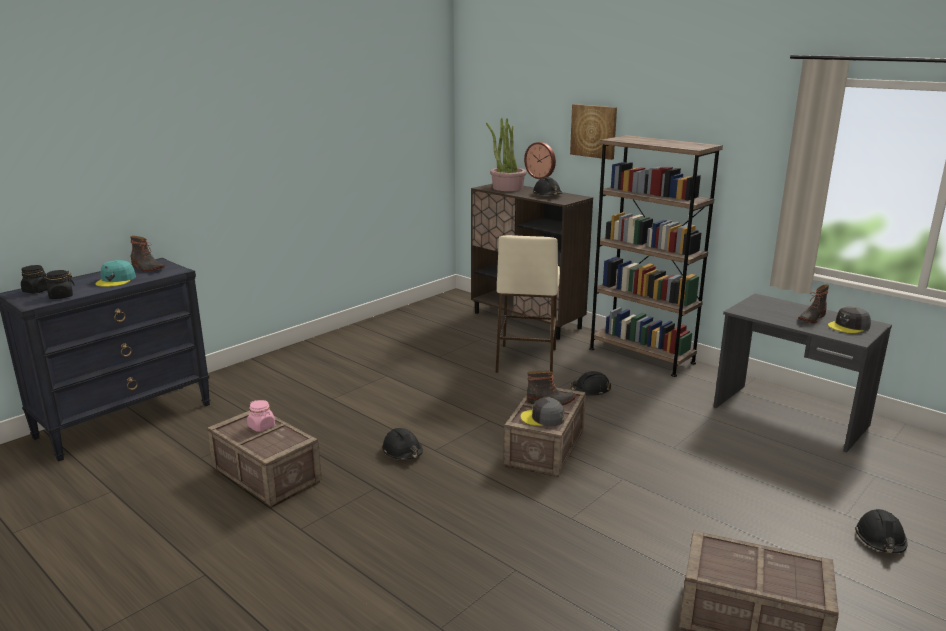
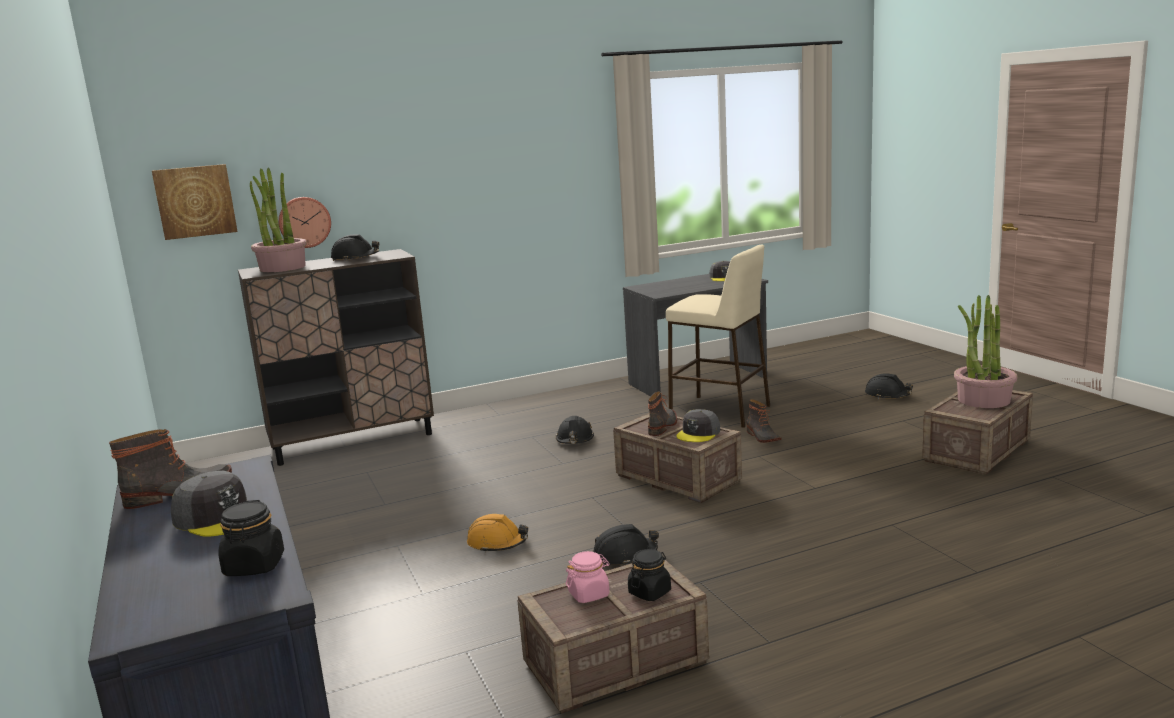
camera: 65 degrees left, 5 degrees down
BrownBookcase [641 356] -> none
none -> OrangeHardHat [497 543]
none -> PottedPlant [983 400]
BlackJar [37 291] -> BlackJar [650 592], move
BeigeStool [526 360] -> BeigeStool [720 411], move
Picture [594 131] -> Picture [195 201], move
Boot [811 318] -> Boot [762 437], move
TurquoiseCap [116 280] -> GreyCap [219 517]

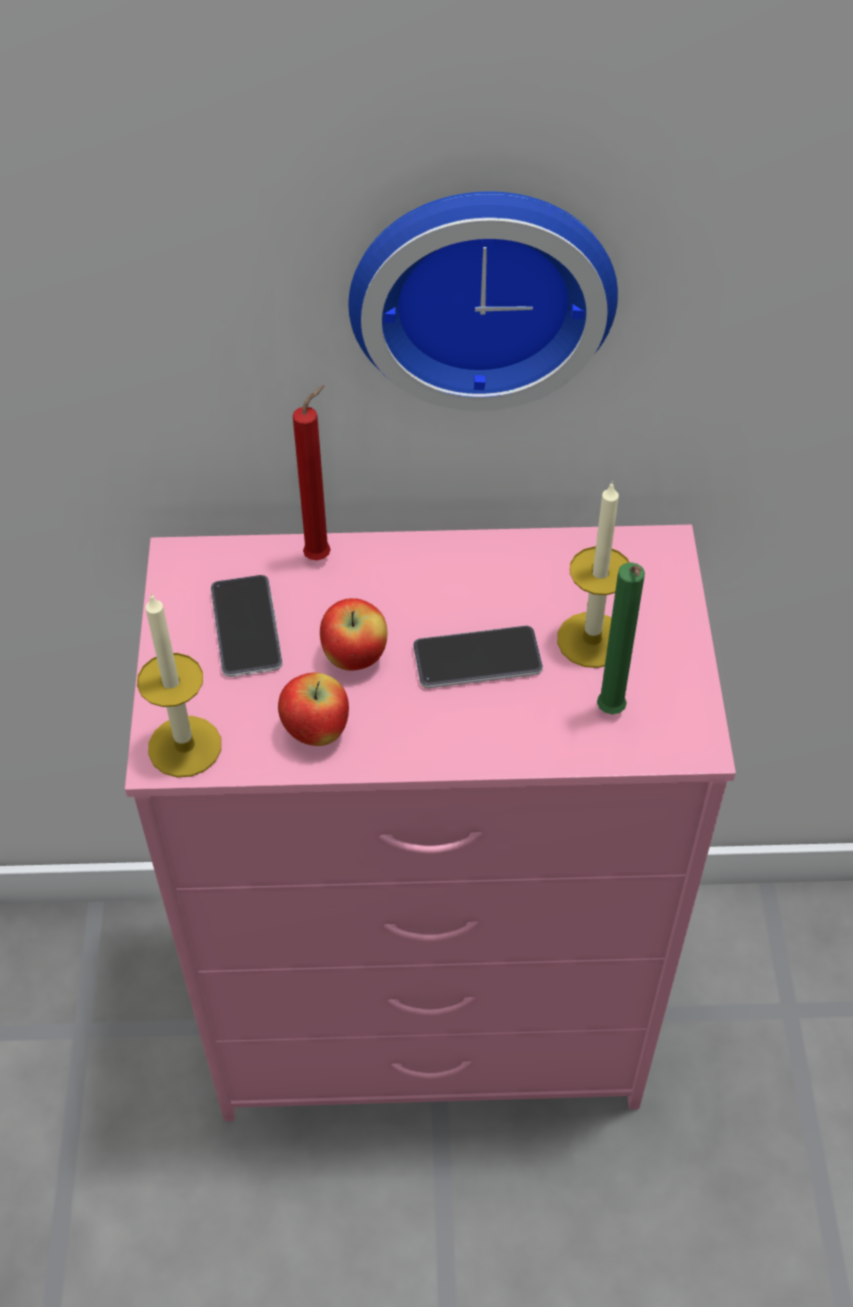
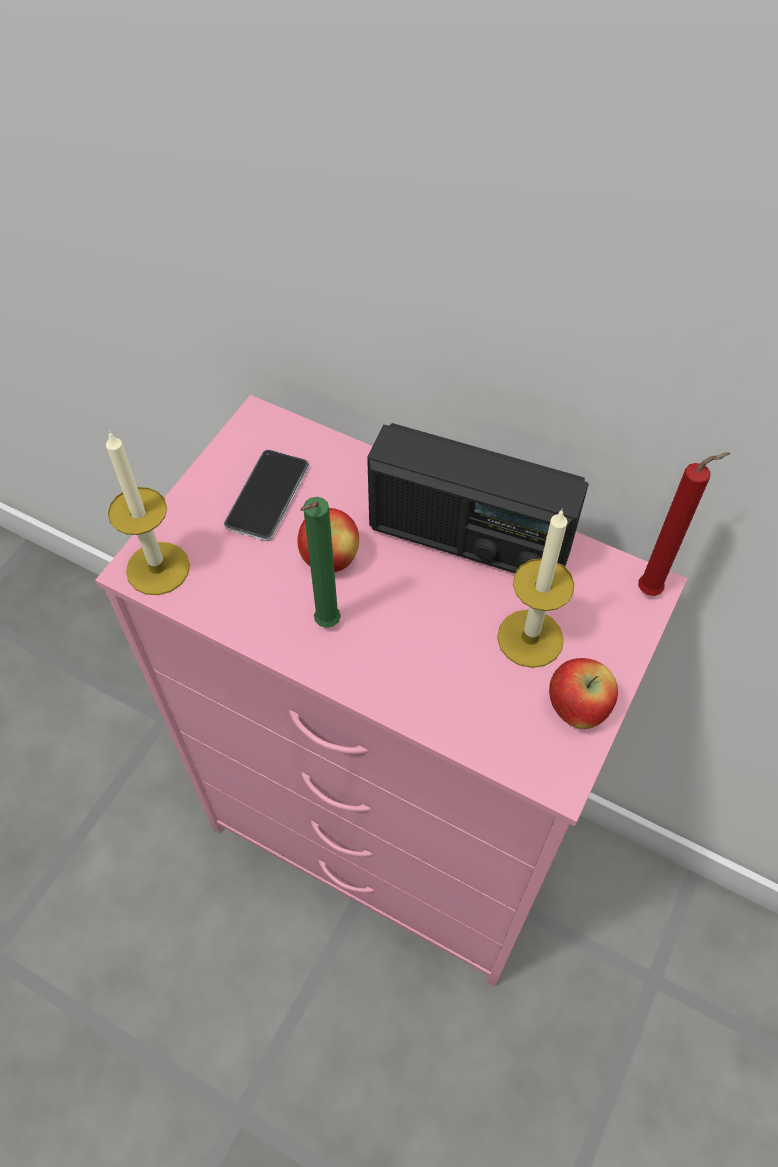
camera: 30 degrees right, 5 degrees up
WallClock [481 288] -> none
Phone [477 658] -> none
none -> Radio [468 539]
Apple [316 731] -> Apple [576 709], move
RedCandle [321 555] -> RedCandle [653 590], move
GreenCandle [610 714] -> GreenCandle [325 625], move

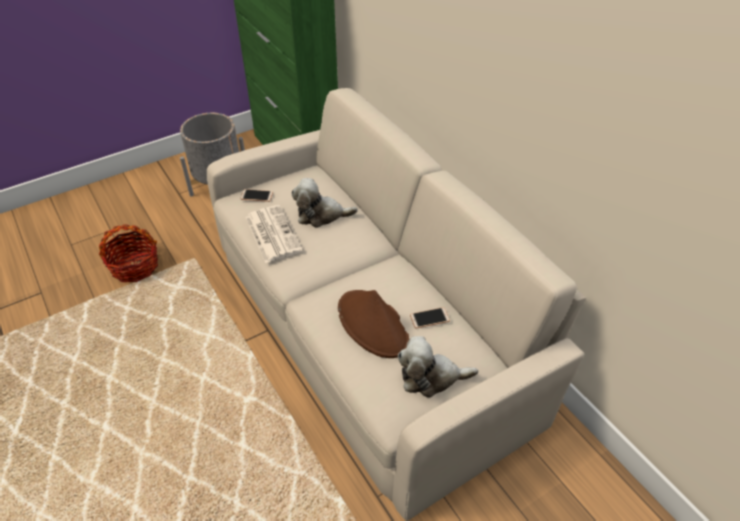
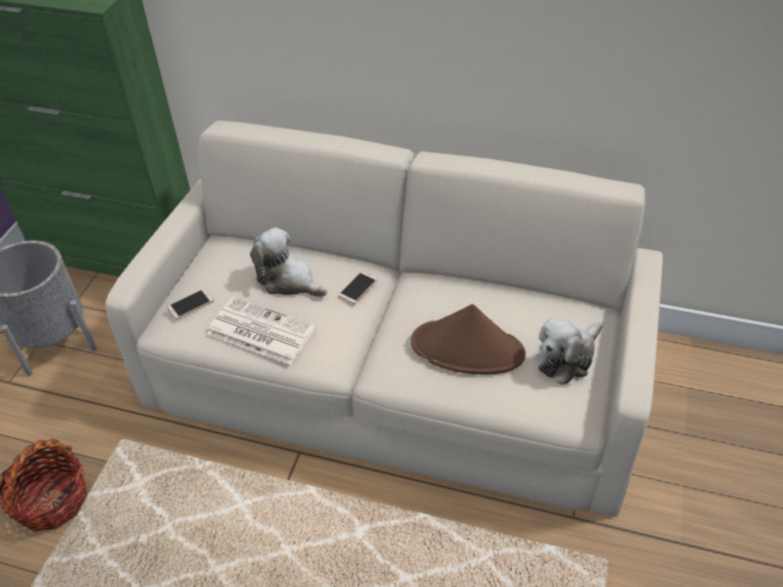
camera: 40 degrees left, 0 degrees up
Phone [429 318] -> Phone [358 288], move
PlushToy [321 215] -> PlushToy [288 280], 75 degrees clockwise

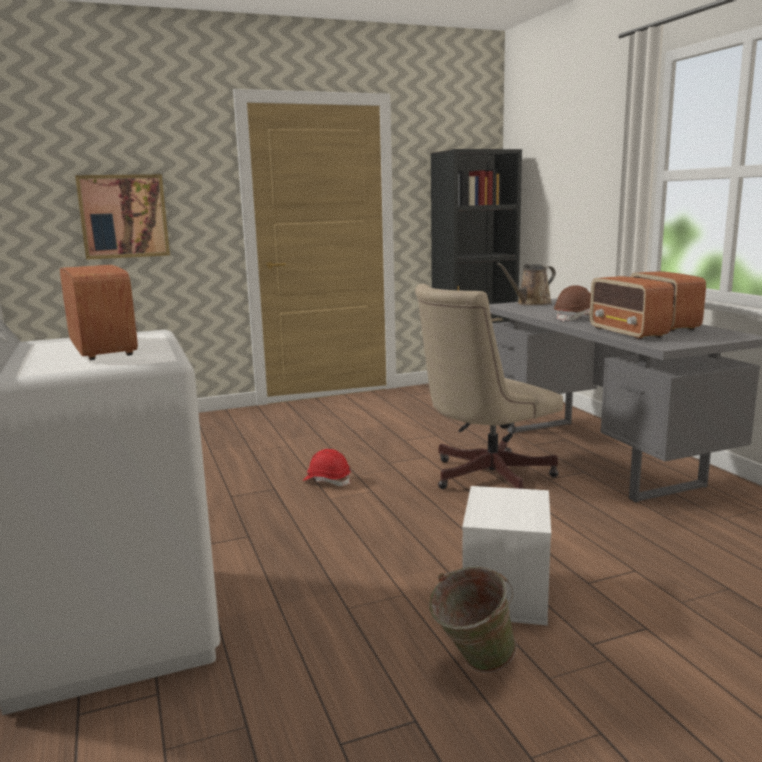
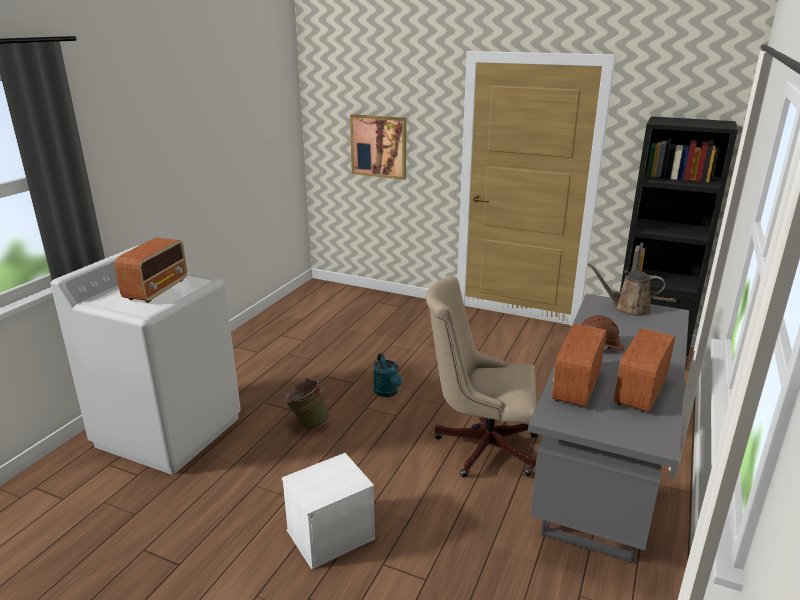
camera: 45 degrees right, 10 degrees up
GreenBucket [472 665] -> GreenBucket [307 424], move
RedHardHat [327 481] -> TurquoiseWateringCan [388 392]

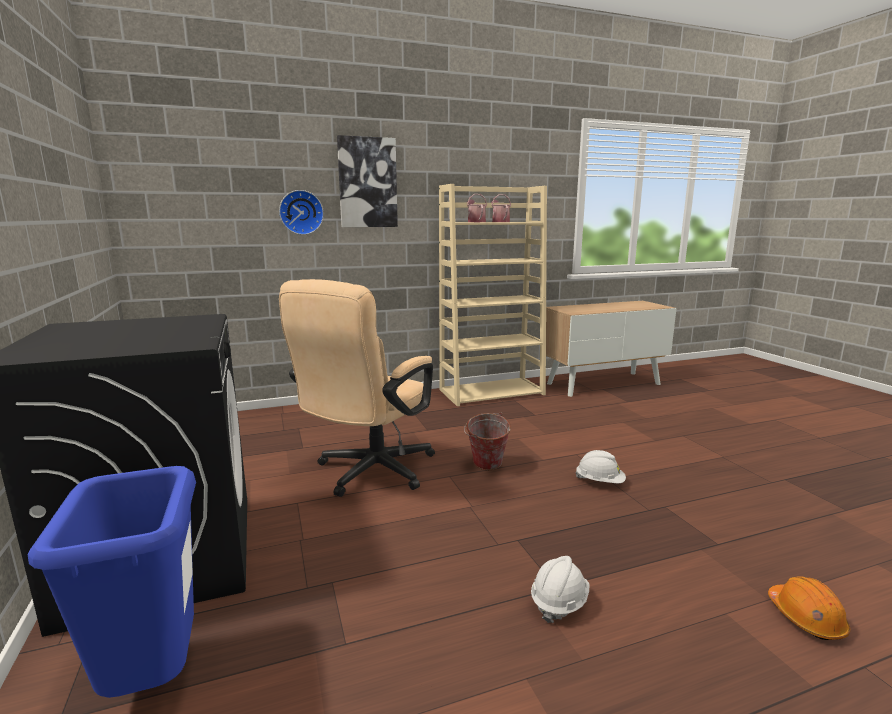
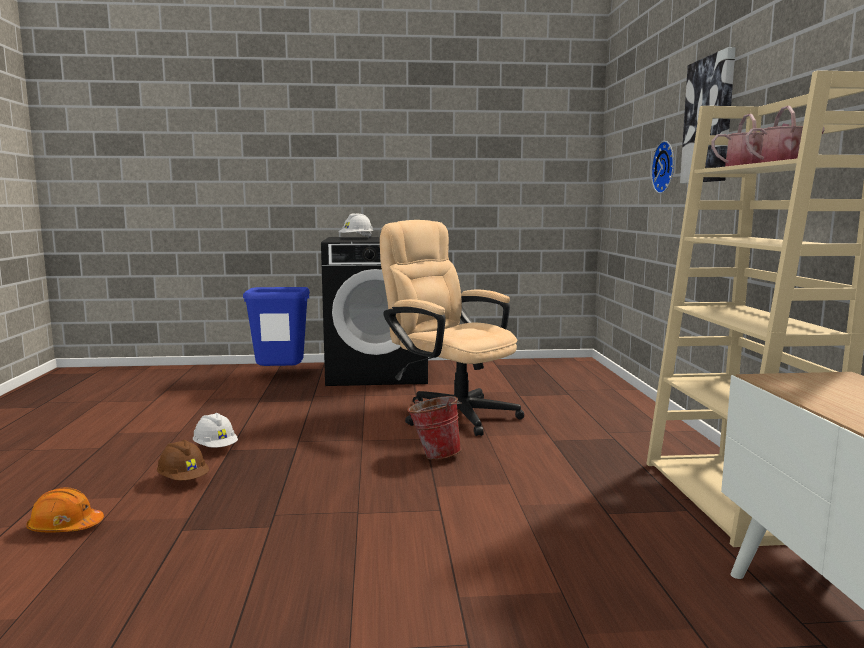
camera: 105 degrees right, 5 degrees down
none -> BrownHardHat [183 479]
WhiteHardHat [600 482] -> WhiteHardHat [356 239], move

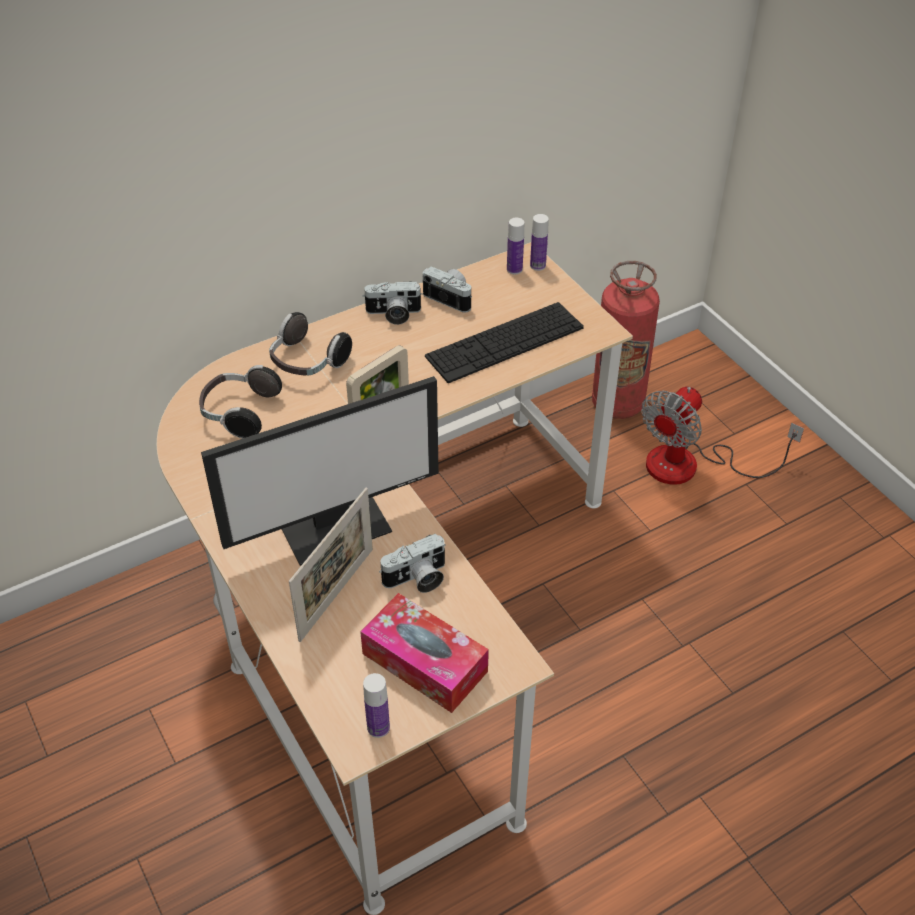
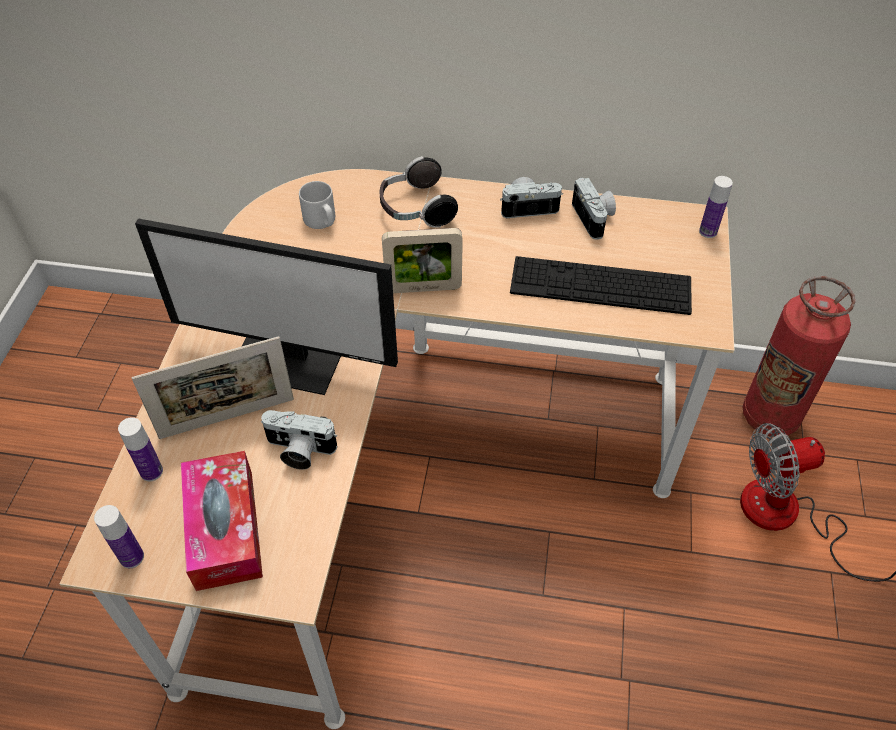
camera: 40 degrees right, 5 degrees up
Bottle [514 269] -> Bottle [151 472], move
Headphones [239 413] -> GreyMug [321 221]
PhotoCamera [393 314] -> PhotoCamera [528 206], 135 degrees clockwise

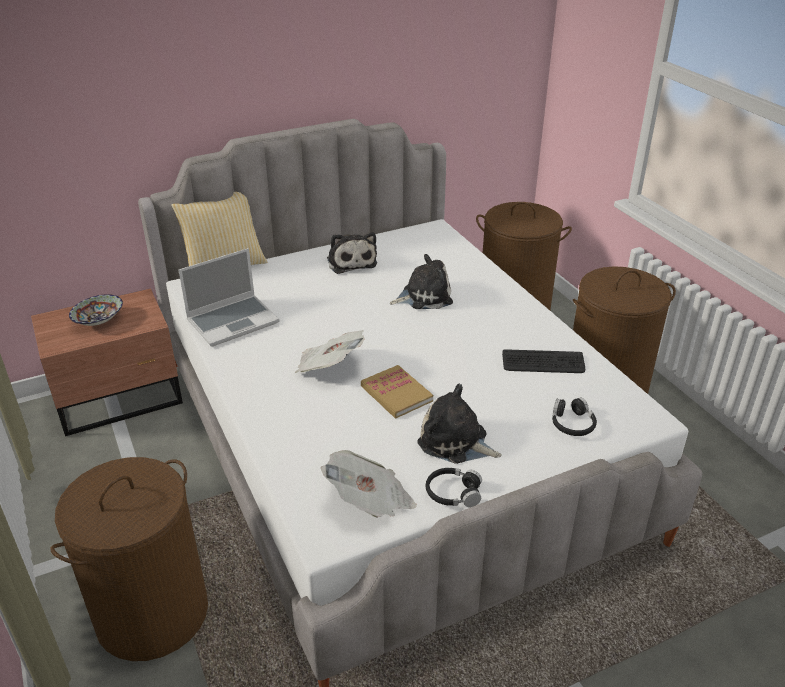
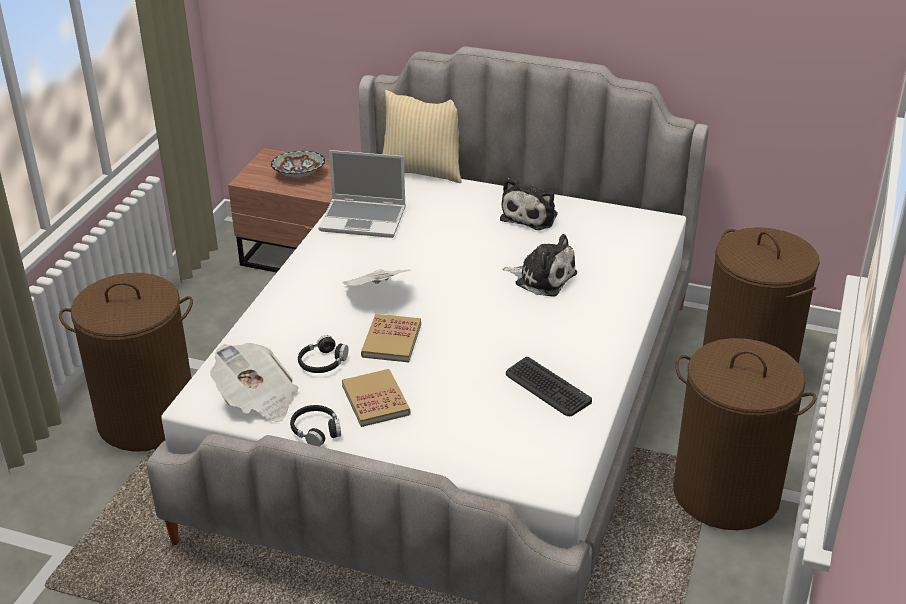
camera: 45 degrees right, 0 degrees up
BlackHeadphones [572 424] -> BlackHeadphones [322 362], move
PlushToy [456 442] -> Book [375 400]

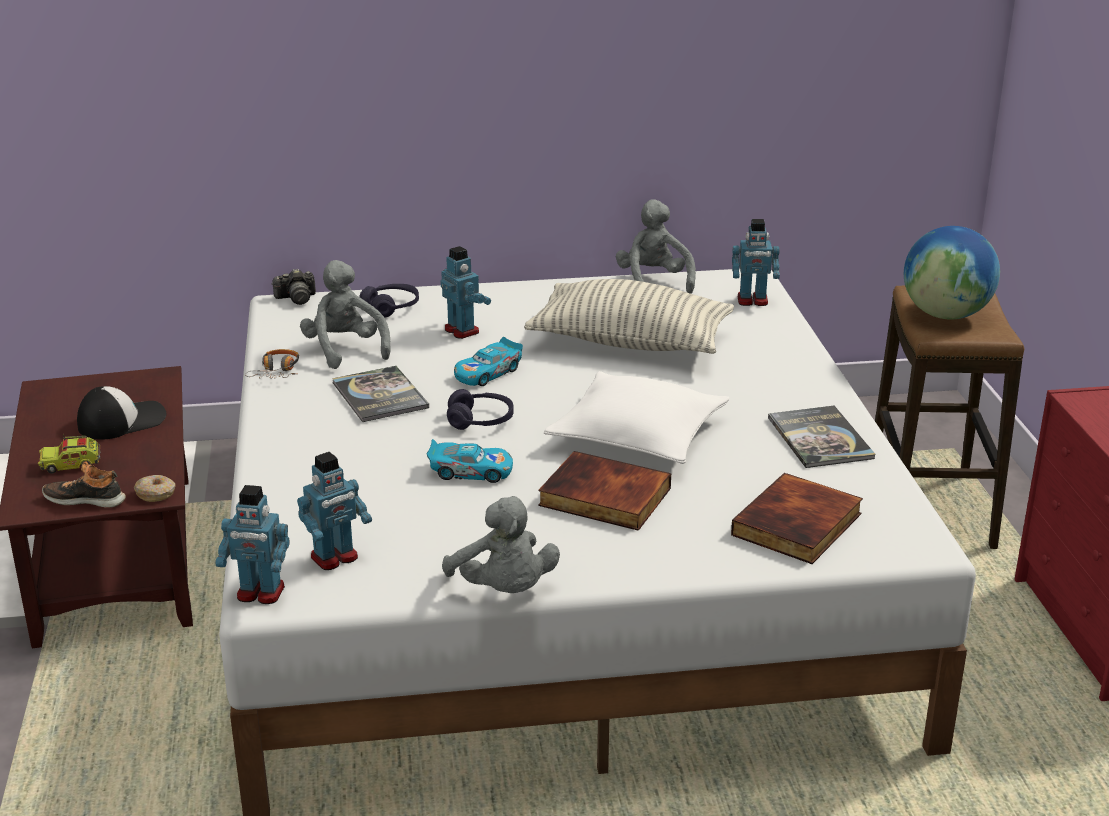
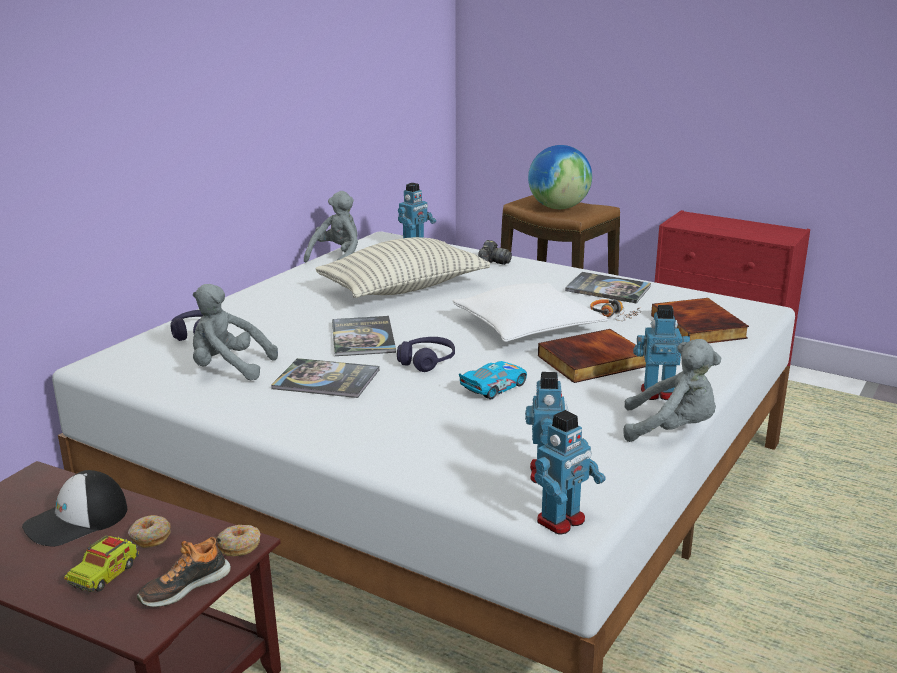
camera: 50 degrees left, 5 degrees down
none -> Donut [150 537]
Headphones [277 371] -> Headphones [614 315], move
PhotoCamera [296 298] -> PhotoCamera [493 263], move
ToyRobot [462 330] -> ToyRobot [658 393], move
ToyCar [487 373] -> Book [363 337]
Cap [122 421] -> Cap [76 520], 135 degrees counterclockwise
GreyPlushToy [653 282] -> GreyPlushToy [337 258], 90 degrees clockwise

